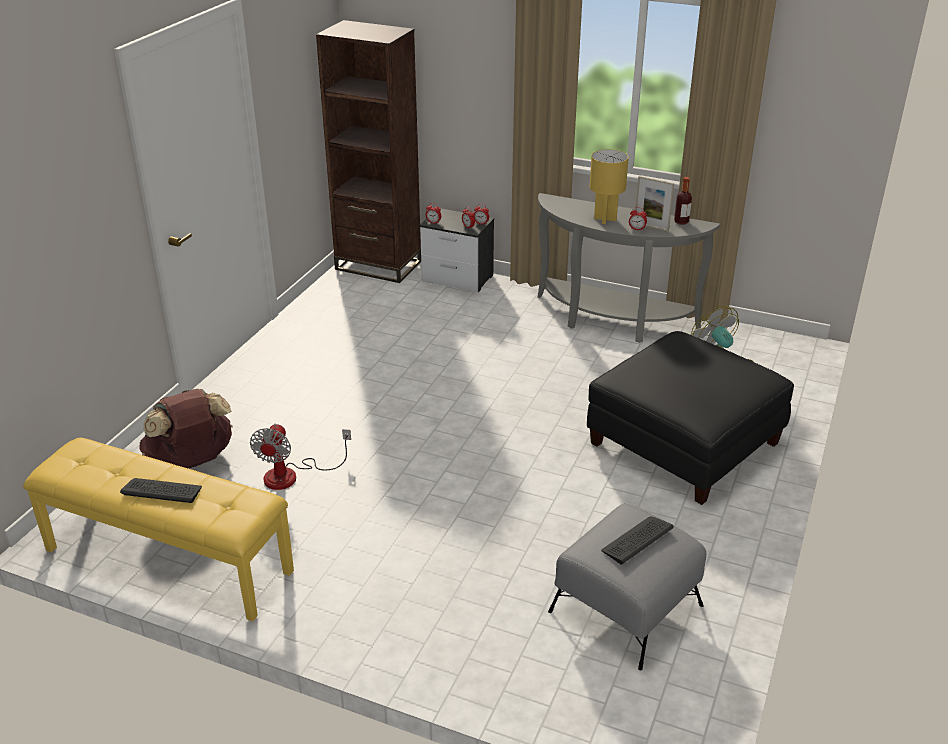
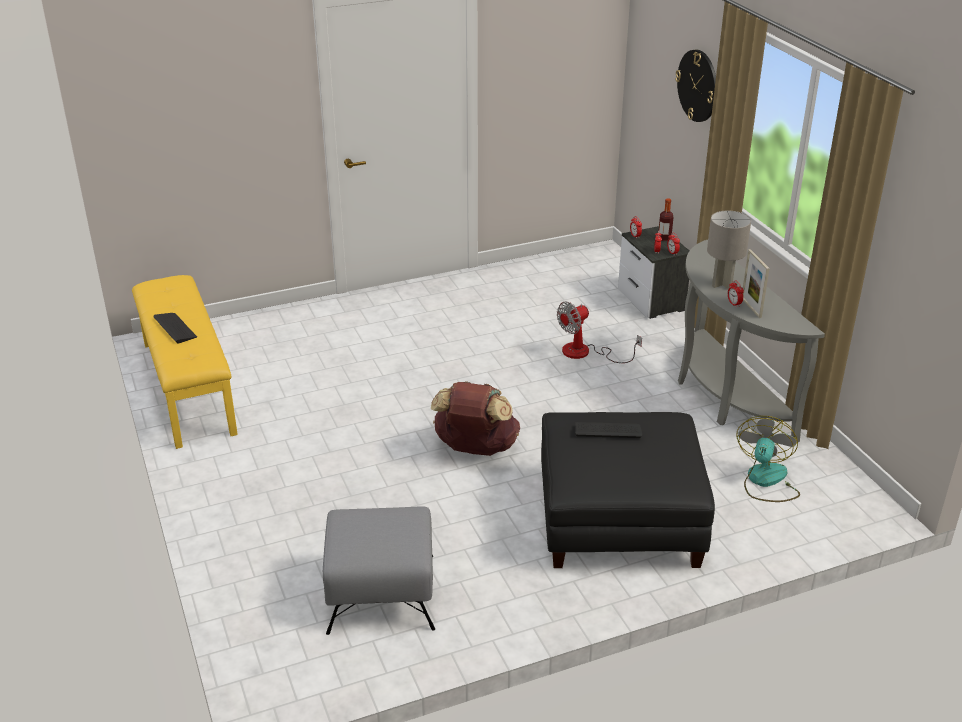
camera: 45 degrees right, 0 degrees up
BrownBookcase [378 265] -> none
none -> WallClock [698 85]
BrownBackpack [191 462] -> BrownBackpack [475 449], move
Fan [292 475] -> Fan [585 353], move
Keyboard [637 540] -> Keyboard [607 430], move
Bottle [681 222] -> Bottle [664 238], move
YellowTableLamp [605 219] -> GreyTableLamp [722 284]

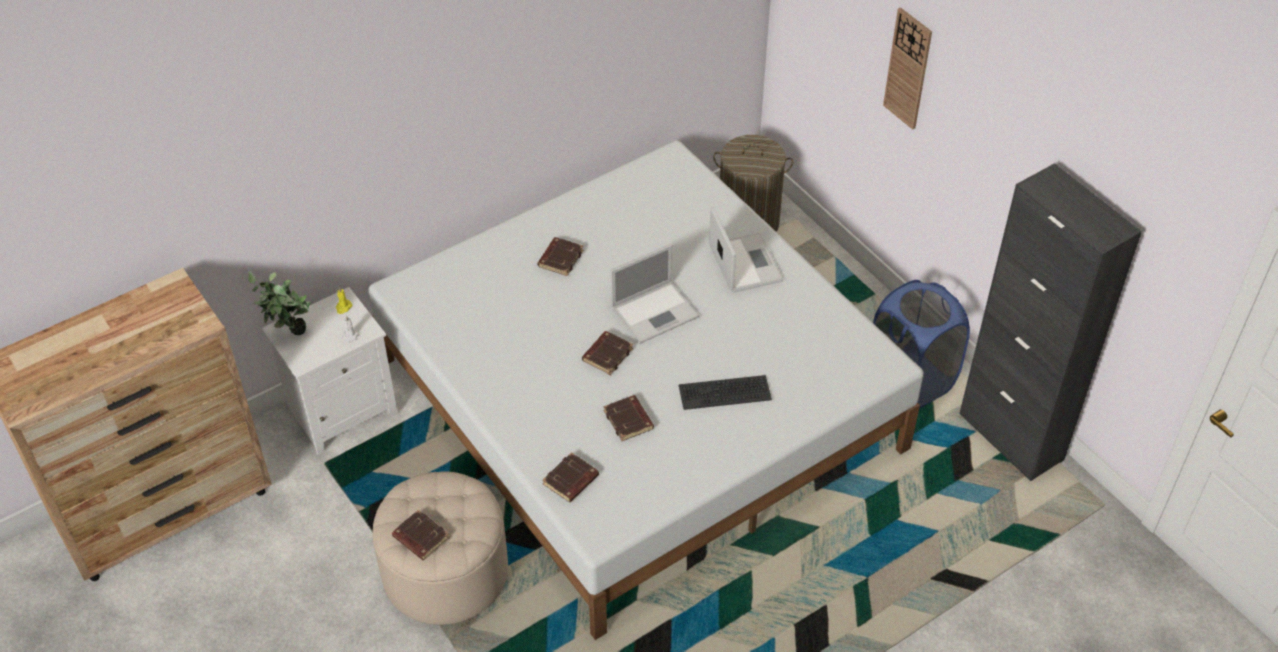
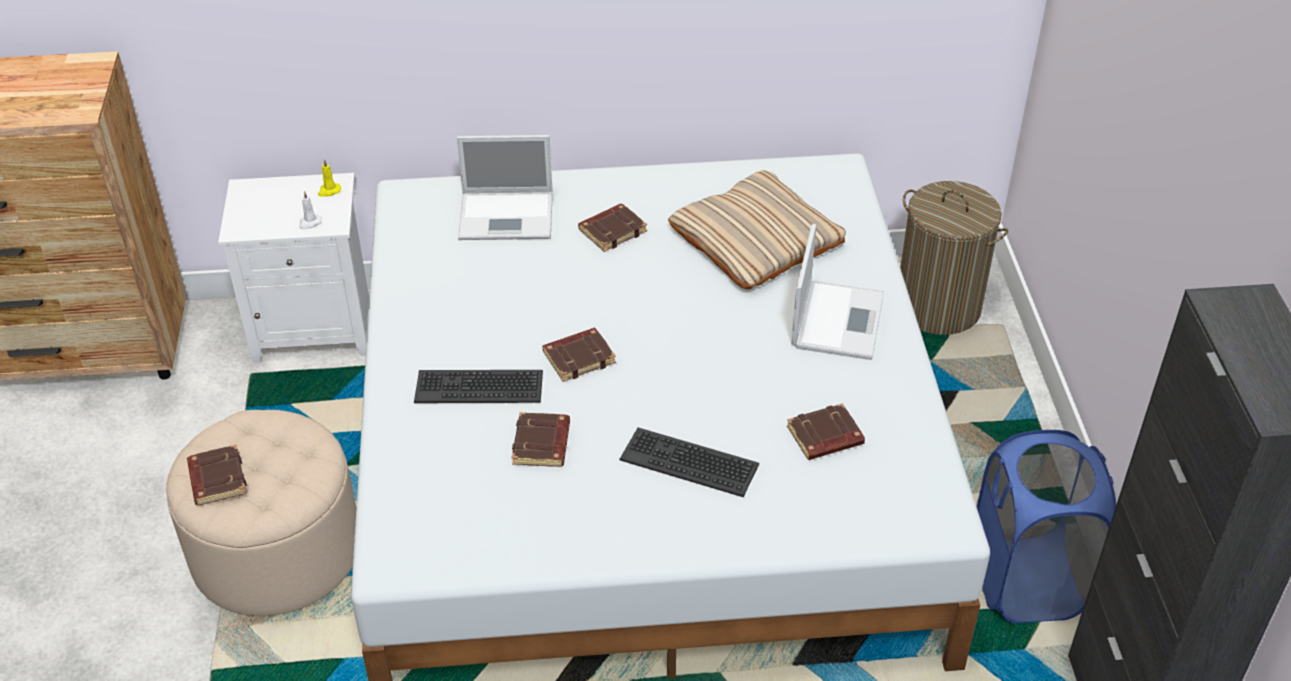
camera: 30 degrees right, 5 degrees down
PottedPlant [289 335] -> none
WallClock [908 69] -> none
none -> Keyboard [479 387]
none -> BeigePillow [756 239]
BrownBook [571 481] -> BrownBook [824 437], move
Laptop [656 311] -> Laptop [508 216], move

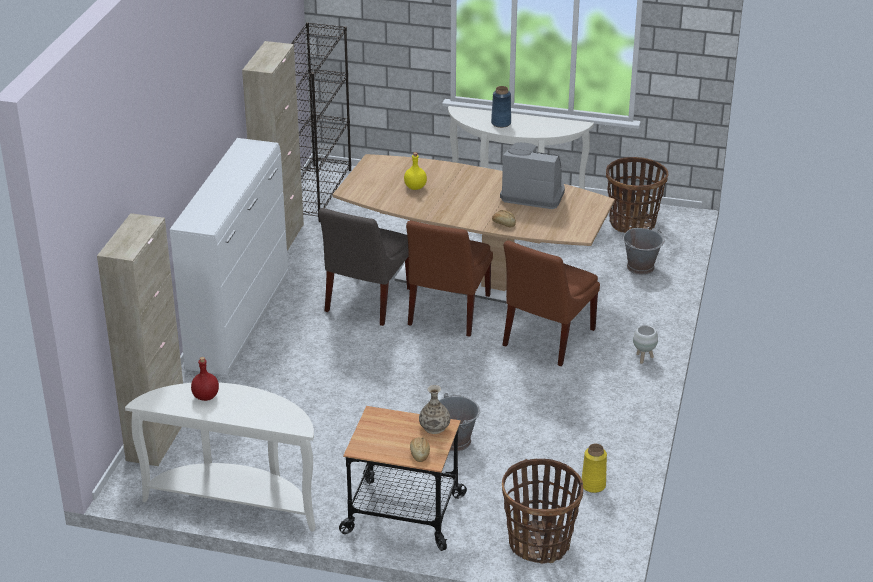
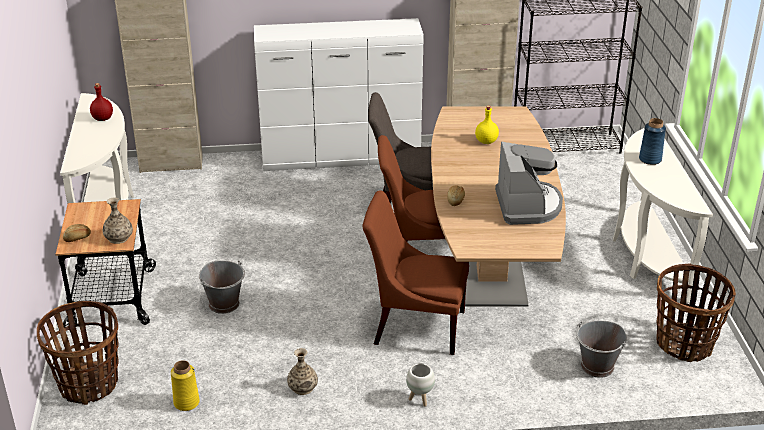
camera: 70 degrees right, 0 degrees up
none -> Vase [302 387]

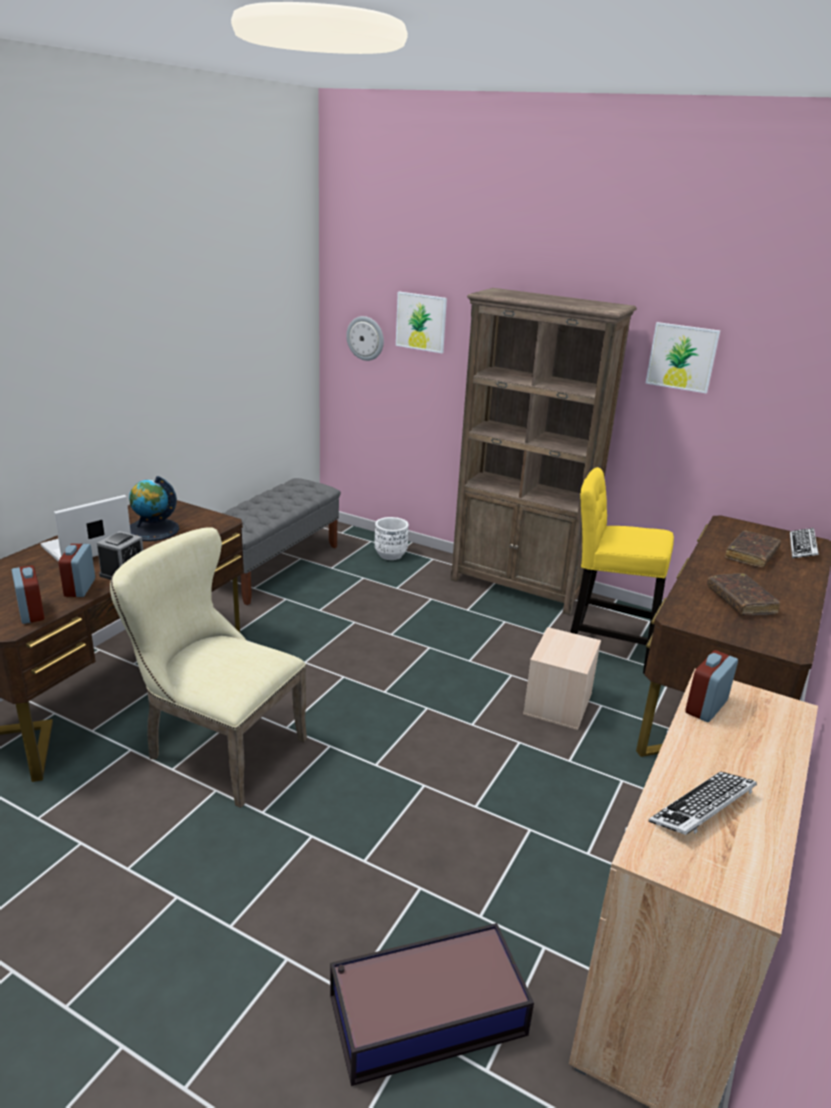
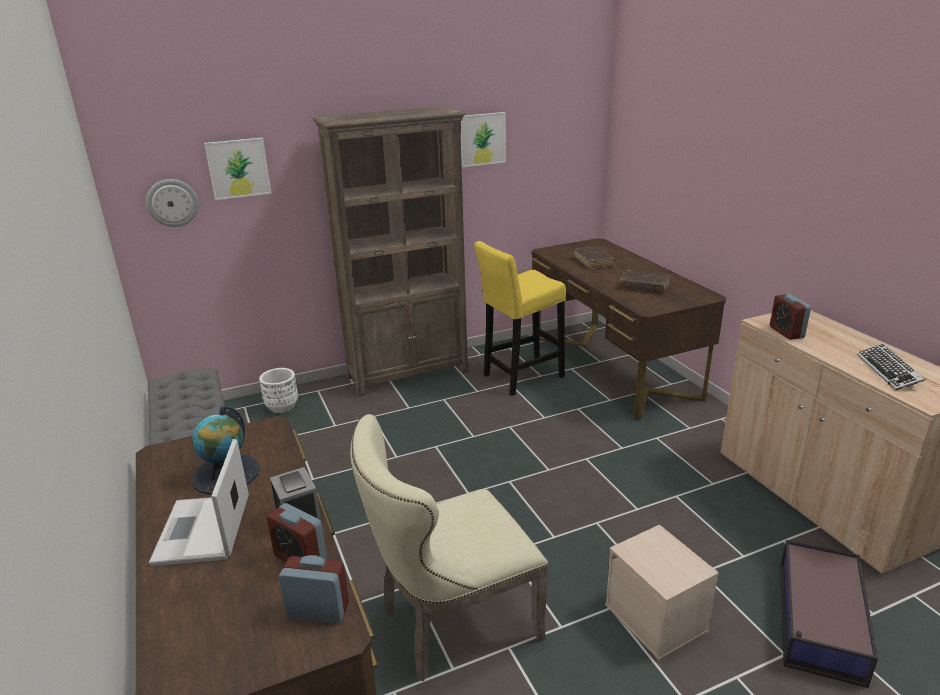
camera: 50 degrees left, 0 degrees up
Keyboard [802 547] -> none
BeigeStorageBox [558 704] -> BeigeStorageBox [657 618], move

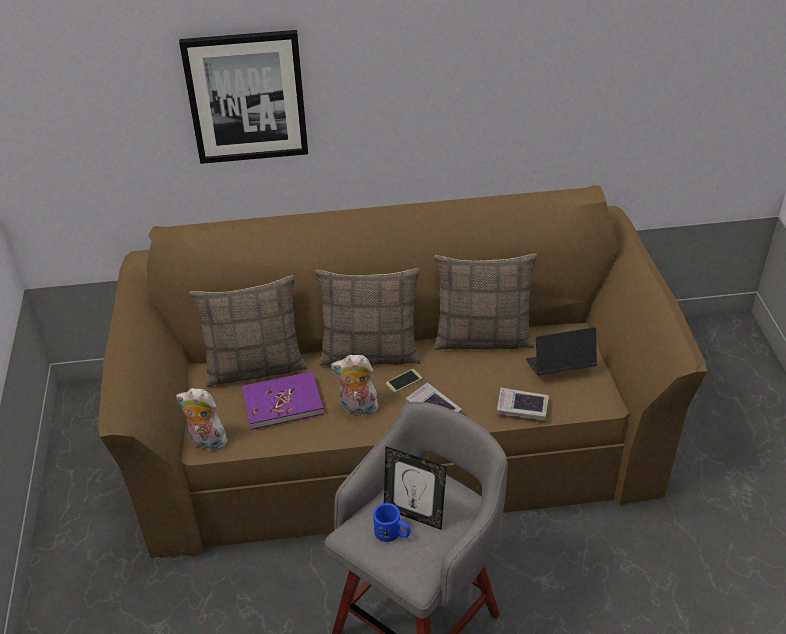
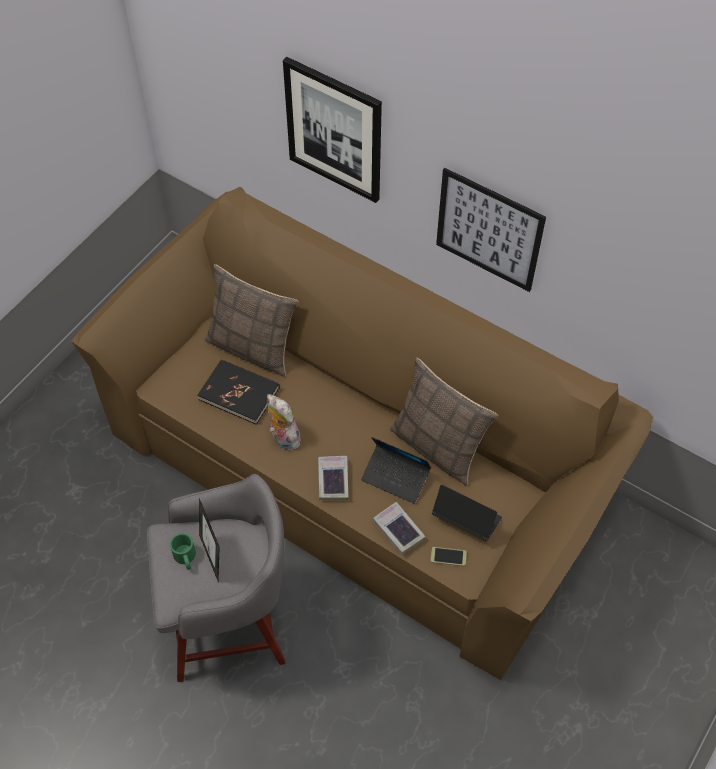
camera: 40 degrees right, 15 degrees up
PlushToy [206 442] -> none
Pillow [370 353] -> none
none -> Laptop [396 477]
none -> Picture [488 230]
Phone [404 381] -> Phone [448 557], move
PurpleBook [282 402] -> BlackBook [239 393]
BlueMug [392 533] -> GreenMug [185 558]

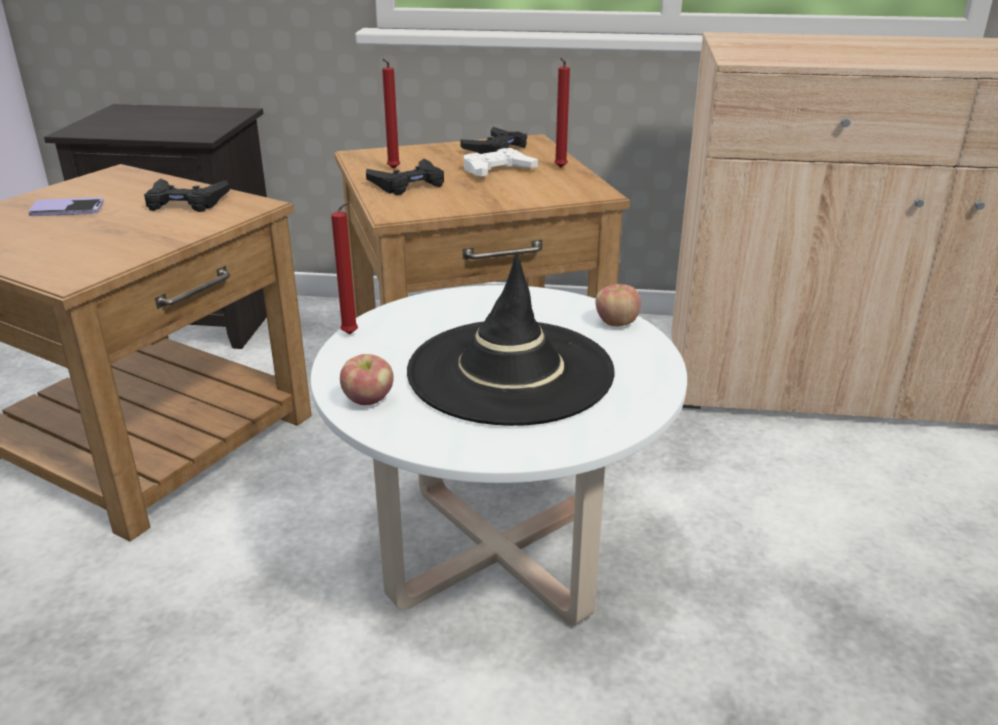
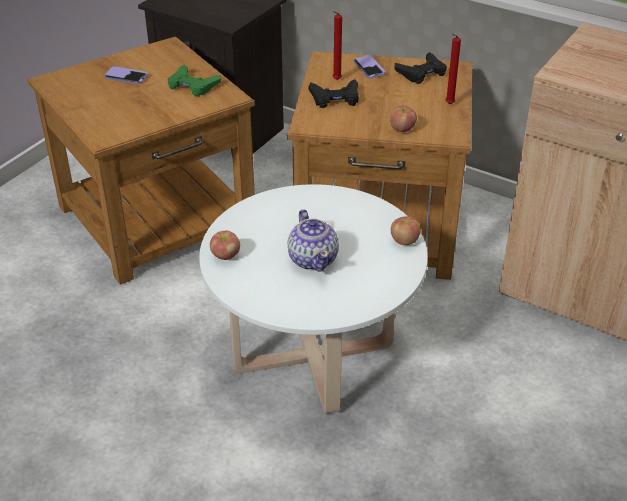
camera: 25 degrees right, 10 degrees up
RedCandle [352 335] -> none
WhiteGameController [497 170] -> none
none -> Phone [369 68]
none -> Apple [402 129]
BlackHat [510 372] -> Teapot [313 259]
BlackGameController [185 202] -> GreenGameController [192 85]

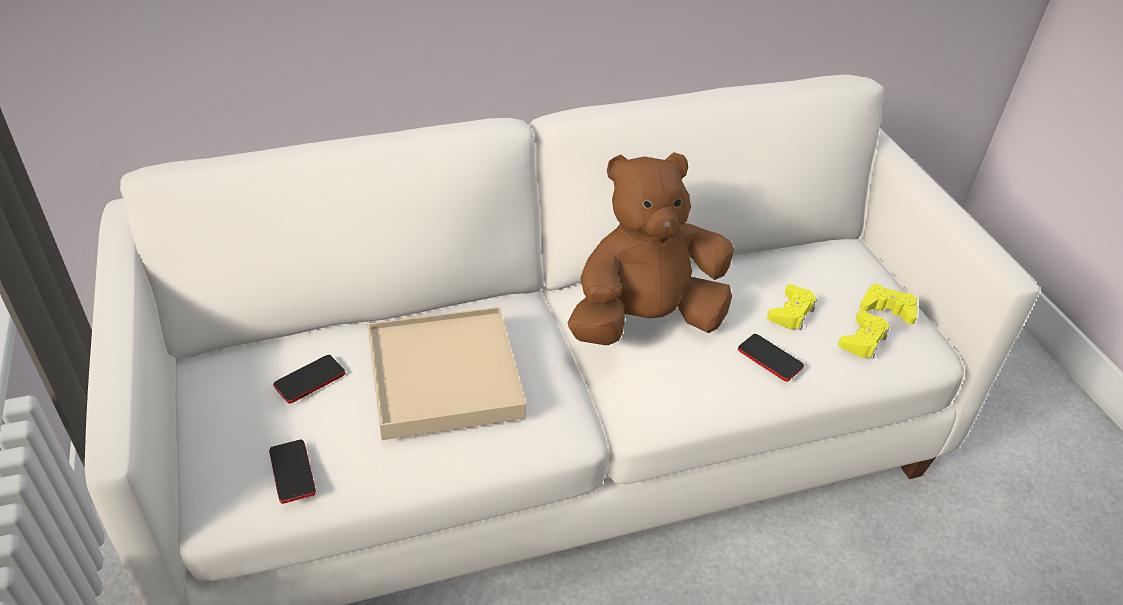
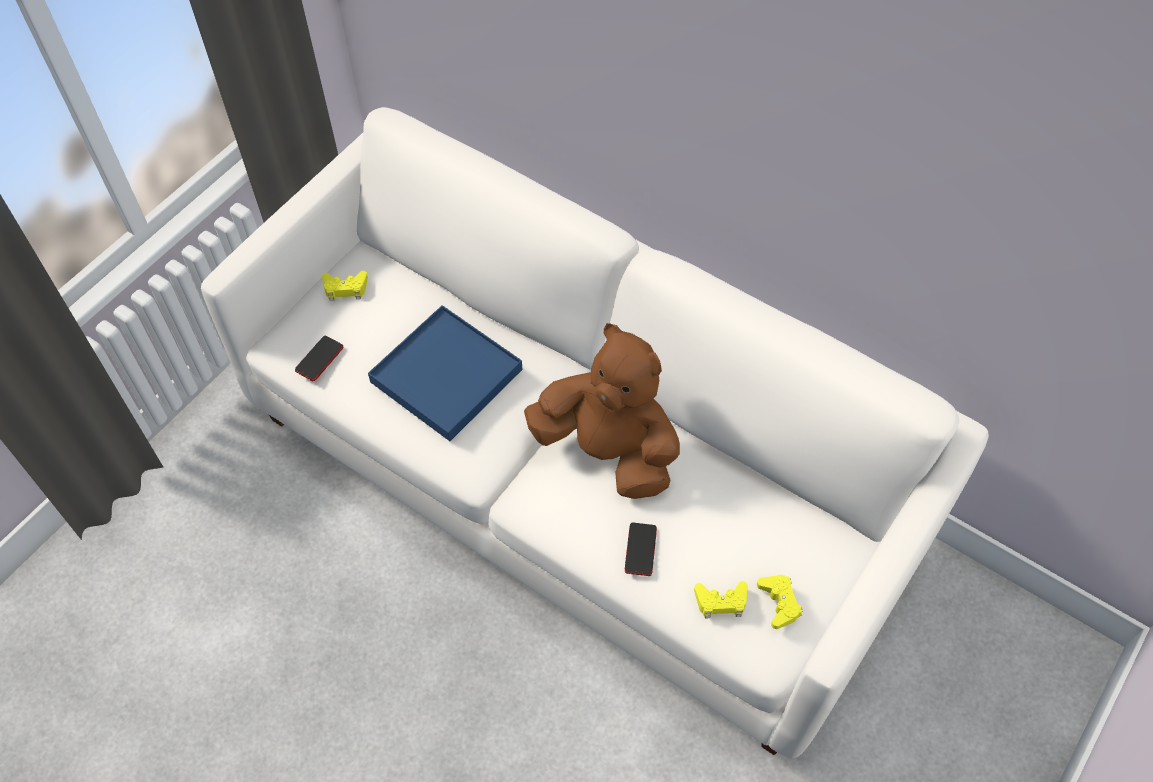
camera: 55 degrees right, 15 degrees up
Phone [309 380] -> none
YellowGameController [791 312] -> YellowGameController [345 288], move
BeigeTray [445 376] -> BlueTray [447 376]

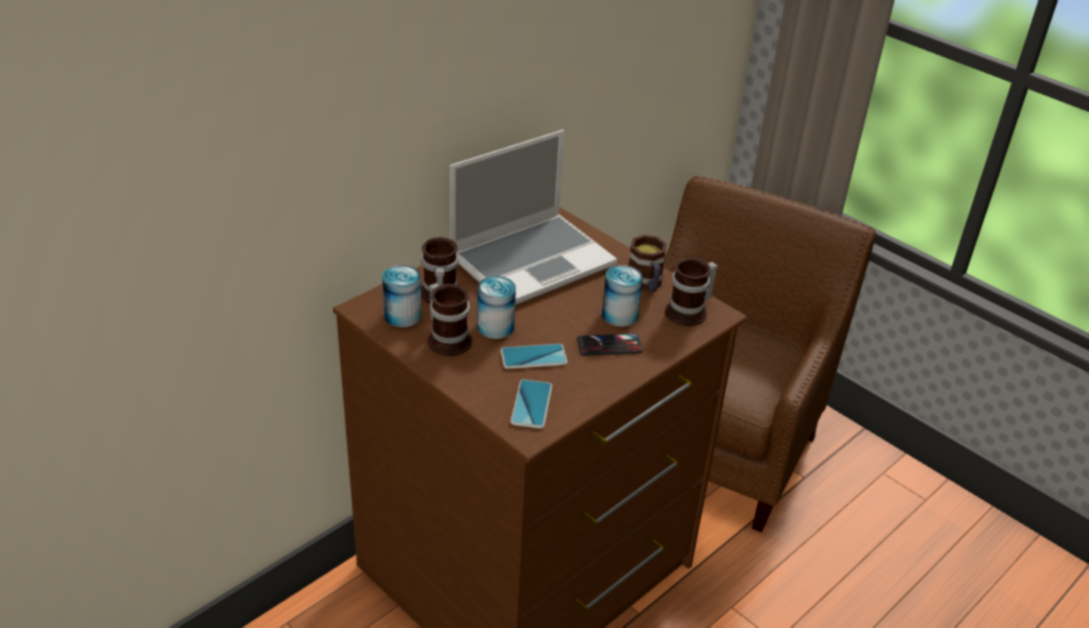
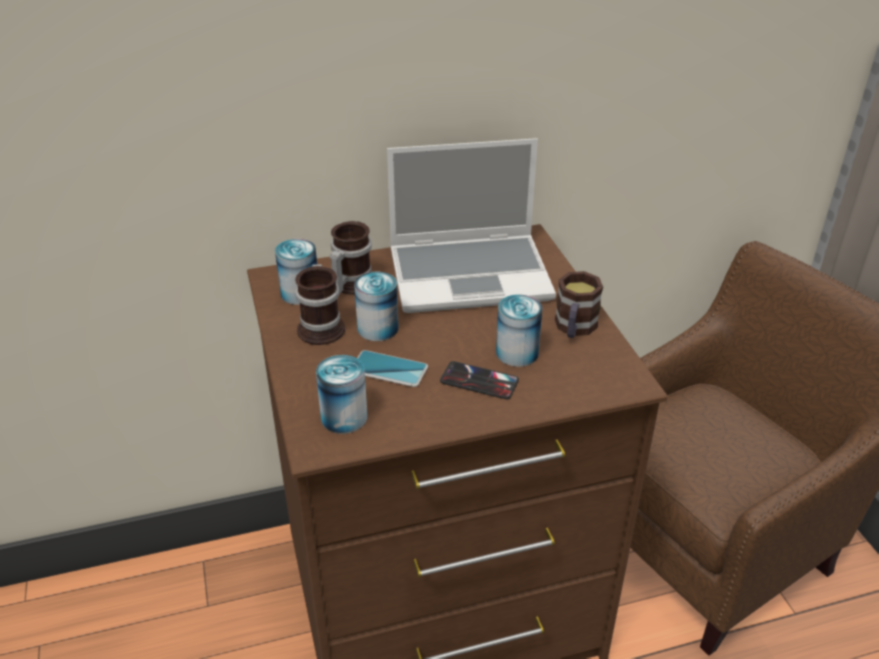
camera: 30 degrees right, 0 degrees up
Mug [690 312] -> none
Phone [531 404] -> Can [344 417]

